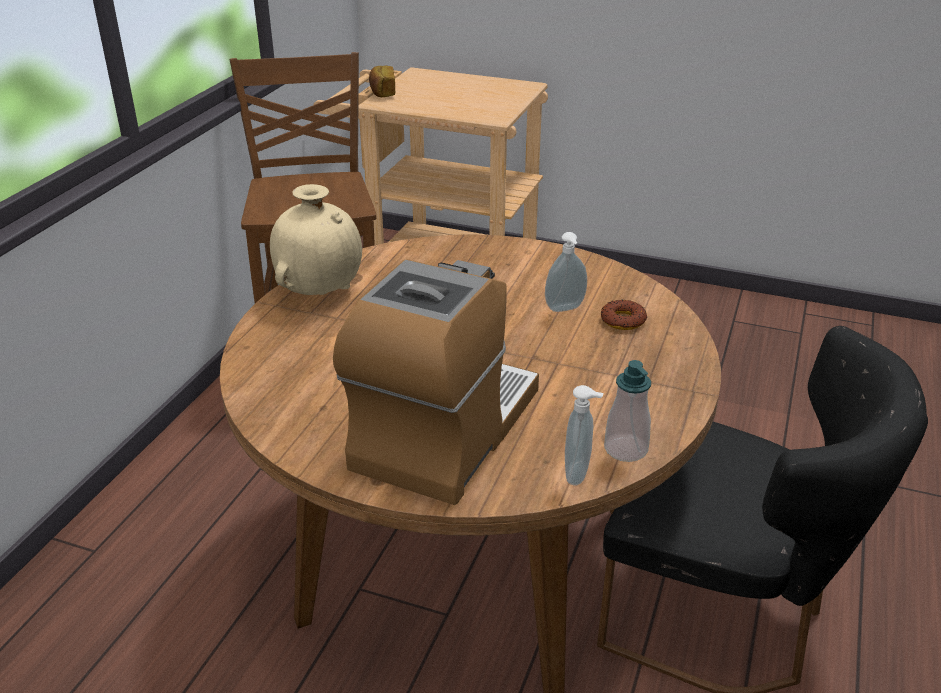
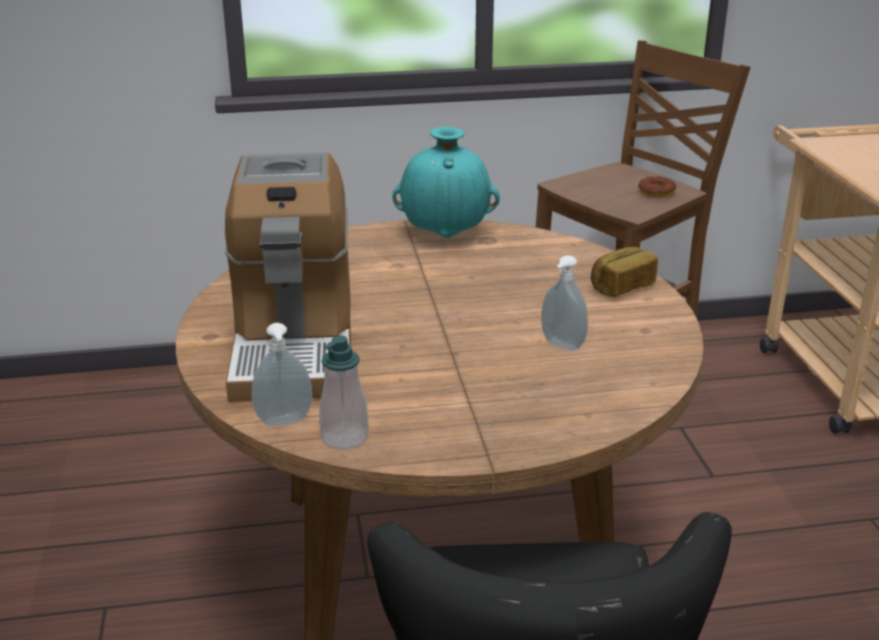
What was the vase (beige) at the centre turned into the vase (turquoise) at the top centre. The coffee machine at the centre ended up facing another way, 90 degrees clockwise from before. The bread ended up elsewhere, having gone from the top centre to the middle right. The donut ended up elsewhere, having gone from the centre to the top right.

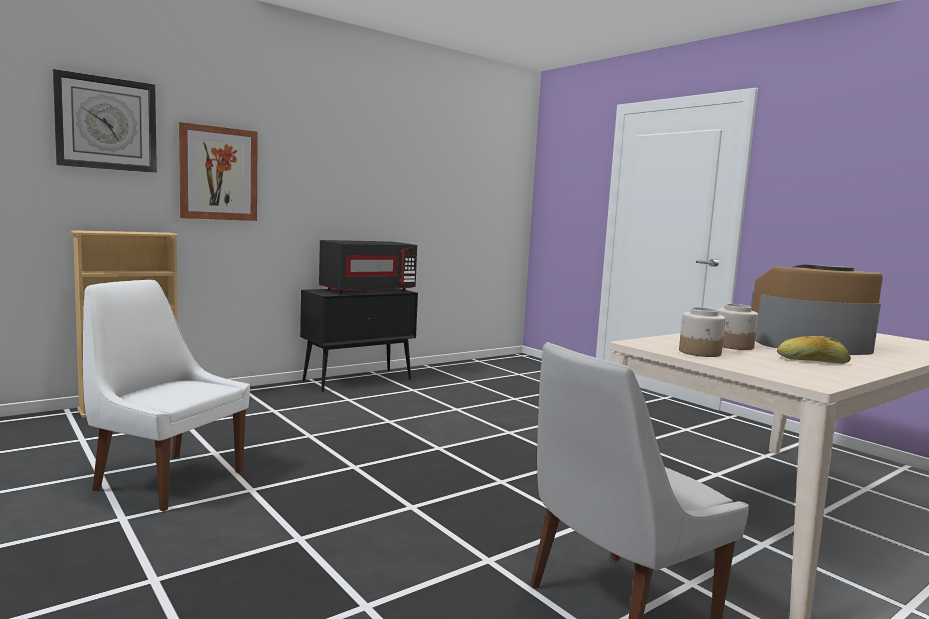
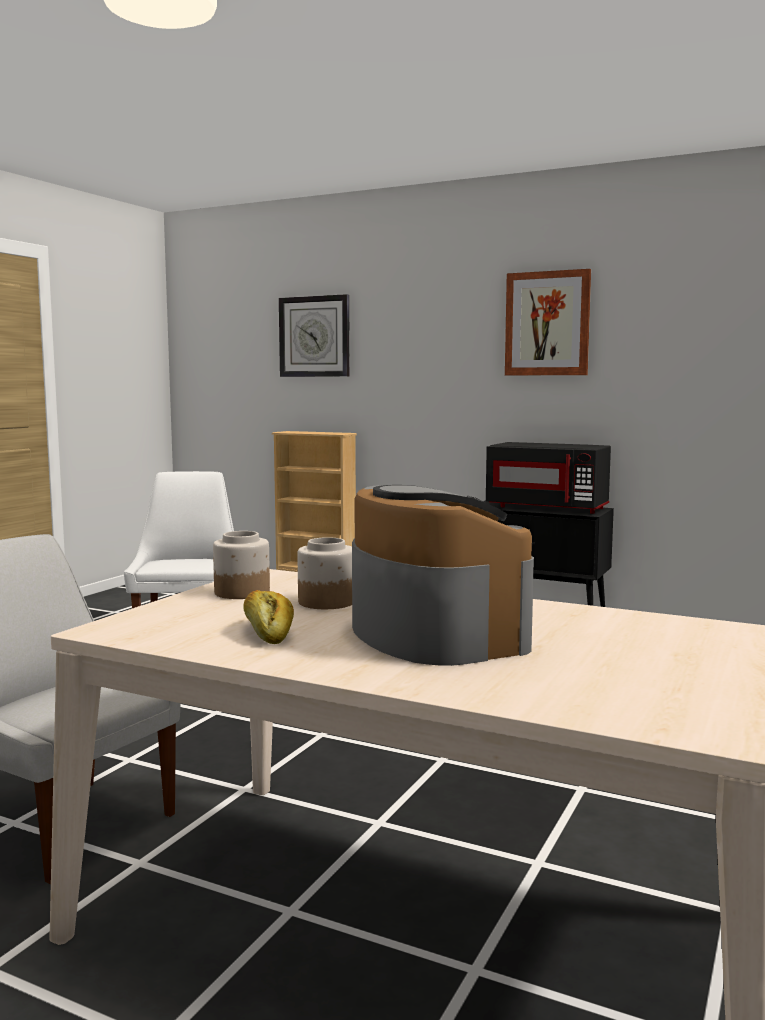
The picture ended up elsewhere, having gone from the top left to the top right.

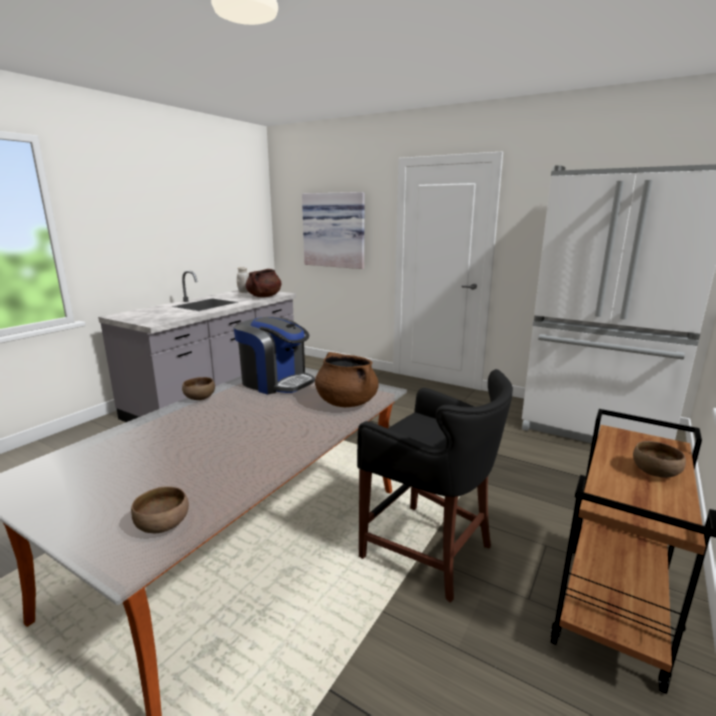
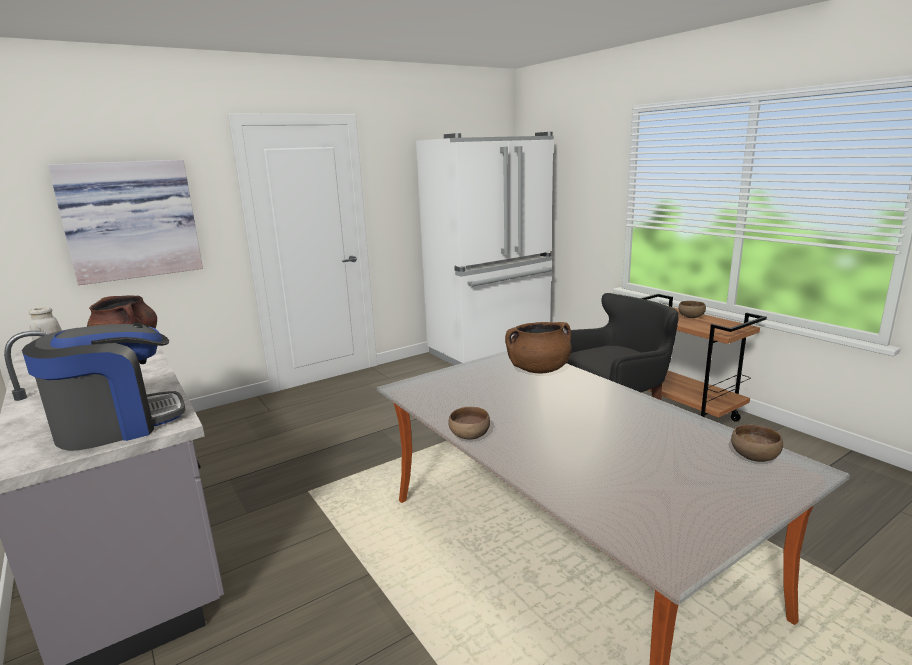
The coffee machine ended up elsewhere, having gone from the centre to the middle left.

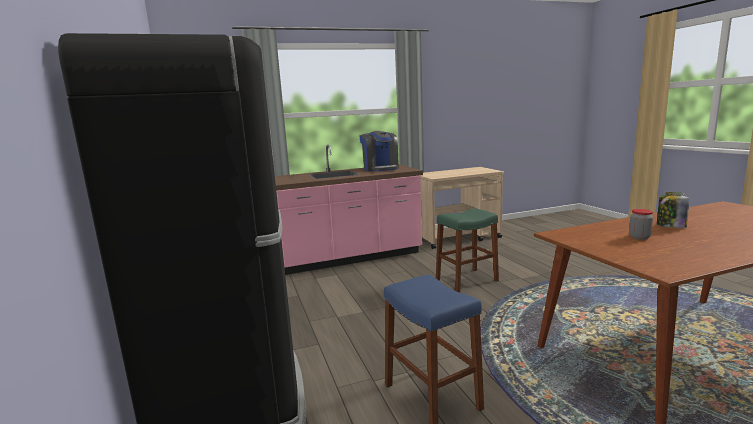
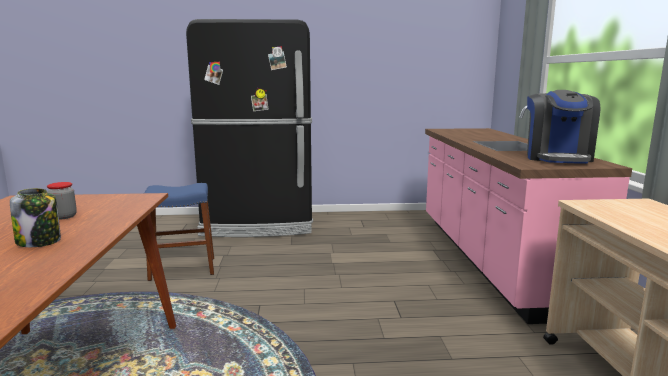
The coffee machine at the centre ended up facing another way, 75 degrees counterclockwise from before. The second view lost the stool (green) at the centre.

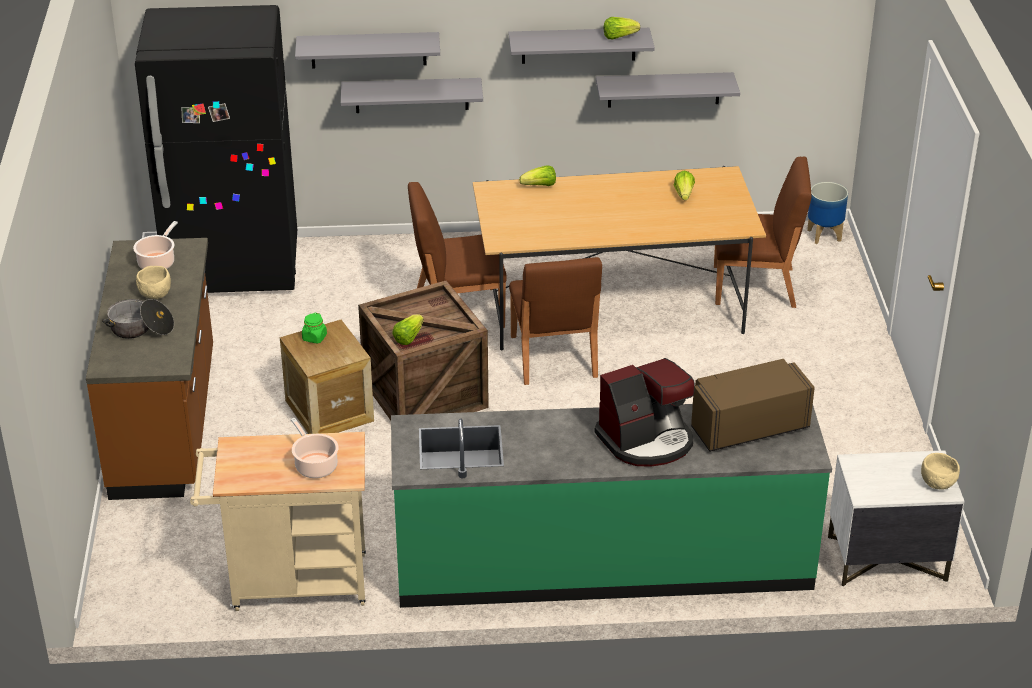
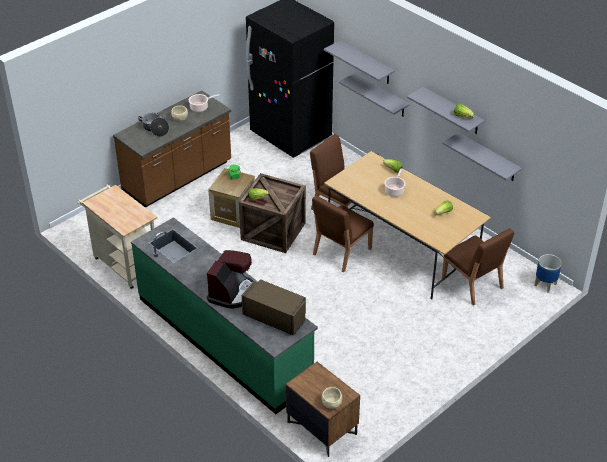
The cooking pot (no. 3 from left) ended up elsewhere, having gone from the middle left to the centre. The coffee machine at the centre ended up facing another way, 90 degrees counterclockwise from before. What was the nightstand (white) at the bottom right turned into the nightstand (brown) at the bottom centre.

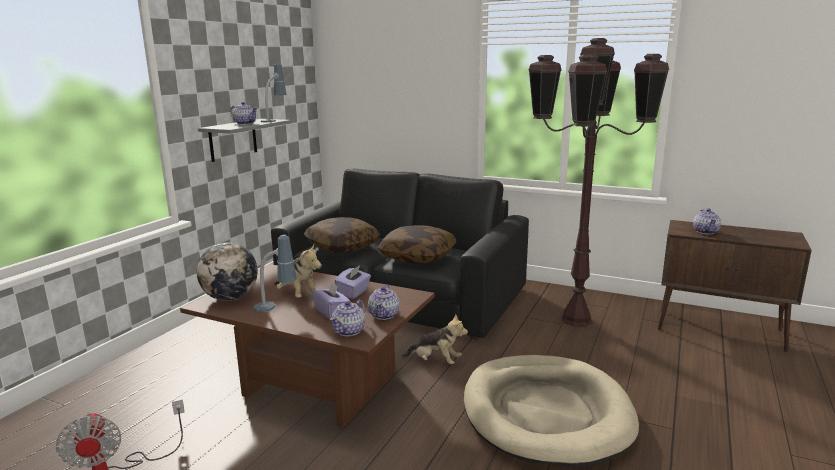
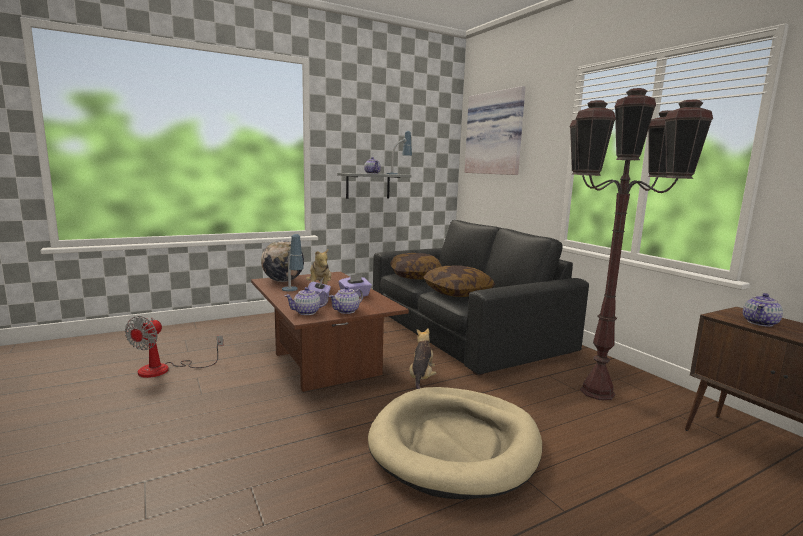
The plush toy (no. 2 from left) at the bottom centre ended up facing another way, 135 degrees counterclockwise from before. The second view gained the picture at the top centre.

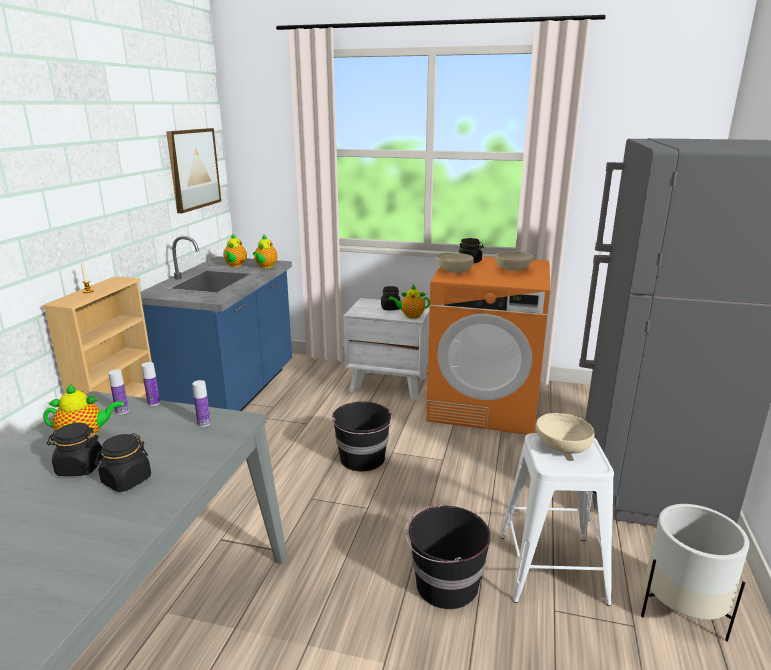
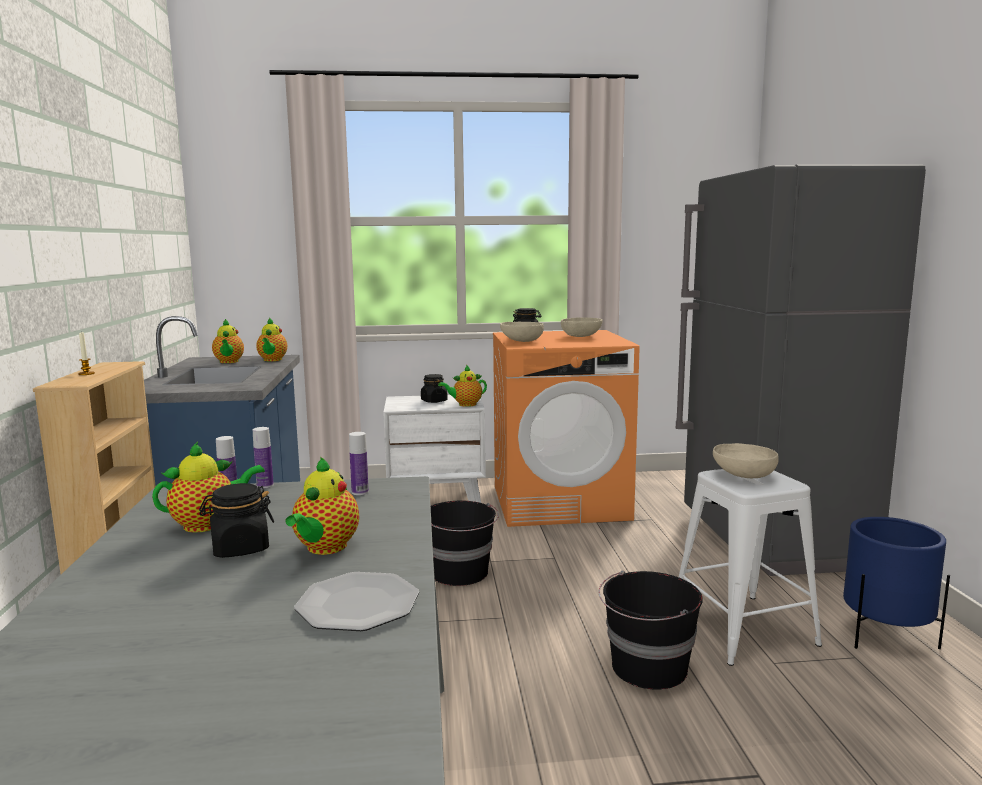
Where the jar (black) (no. 2 from left) stood at the bottom left, the teapot (no. 4 from left) came to stand at the middle left. The second view lost the picture at the top left. What was the planter (white) at the bottom right turned into the planter (blue) at the bottom right. The second view gained the plate at the bottom centre.

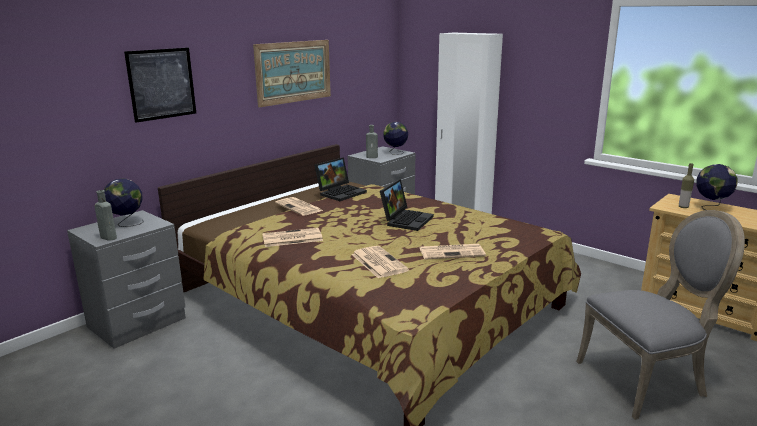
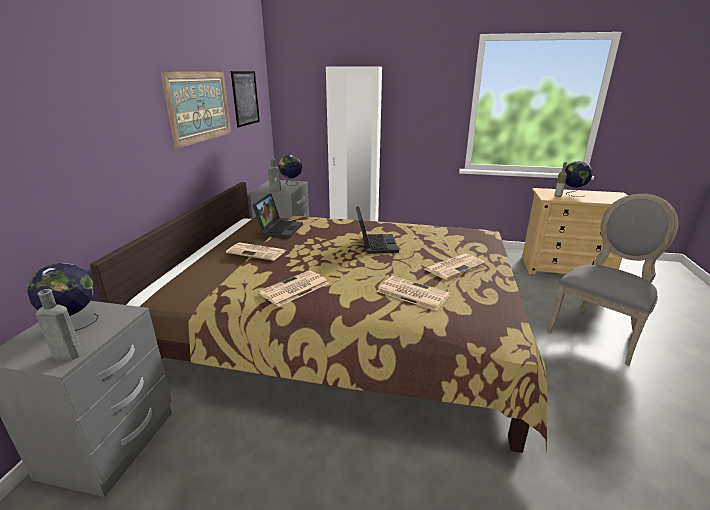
The picture (no. 1 from left in the first image) ended up elsewhere, having gone from the top left to the top centre.

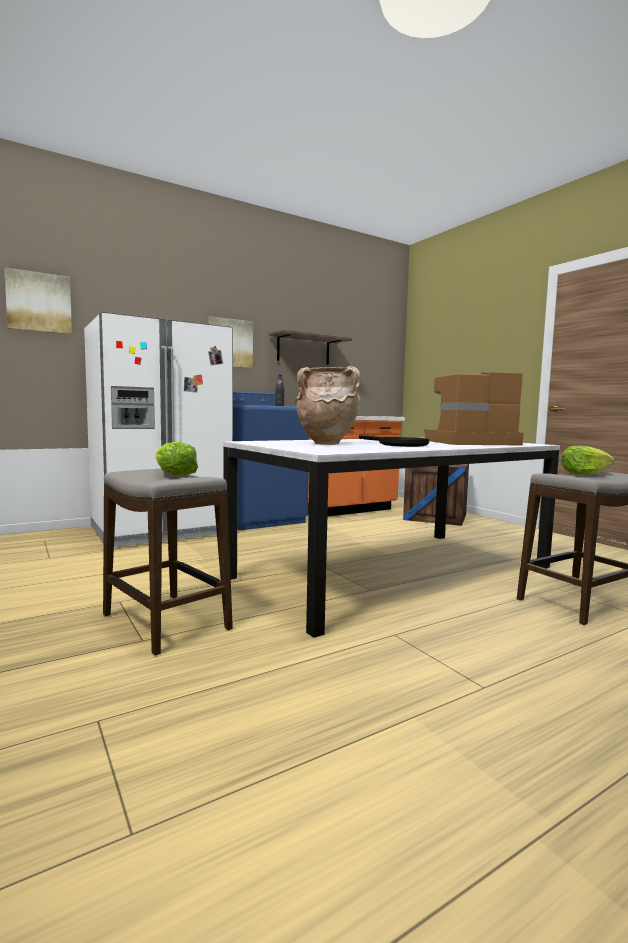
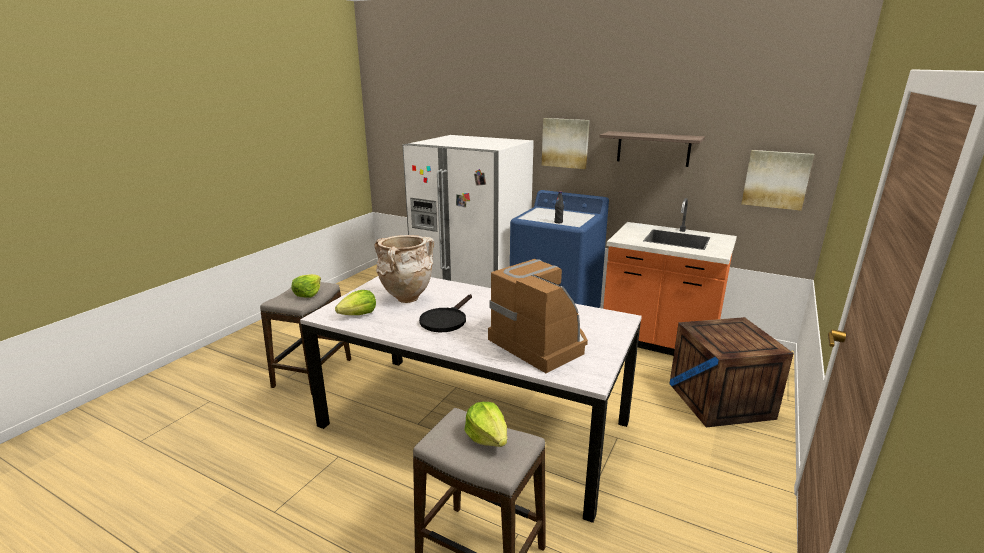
The picture (no. 1 from left in the first image) ended up elsewhere, having gone from the top left to the top right. The second view gained the lettuce (no. 2 from left) at the centre.

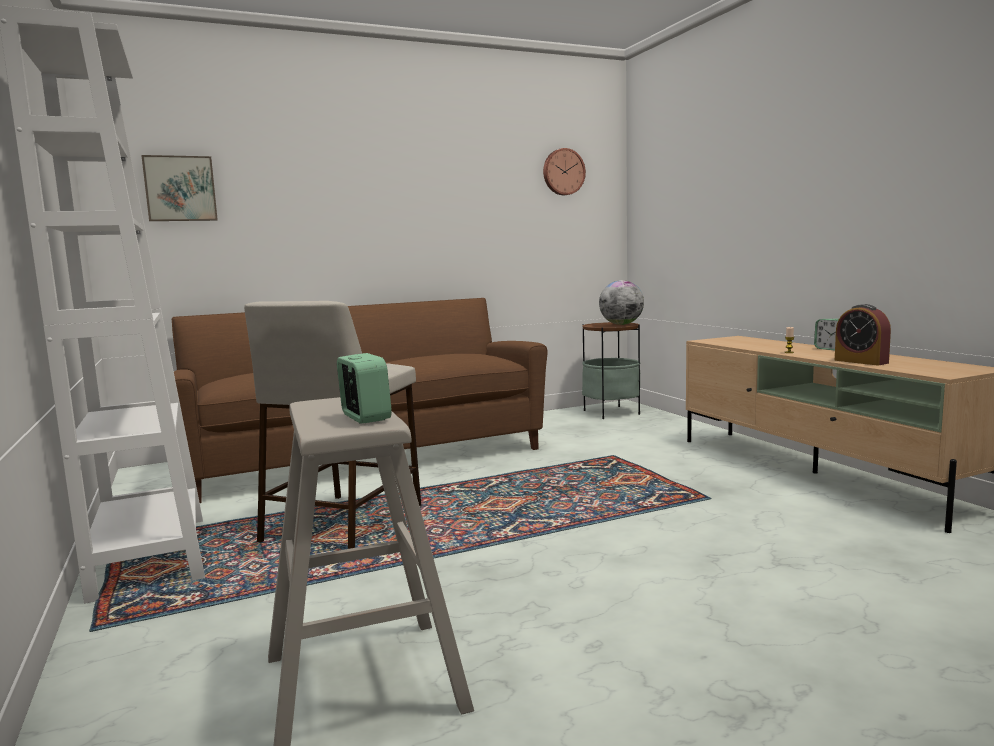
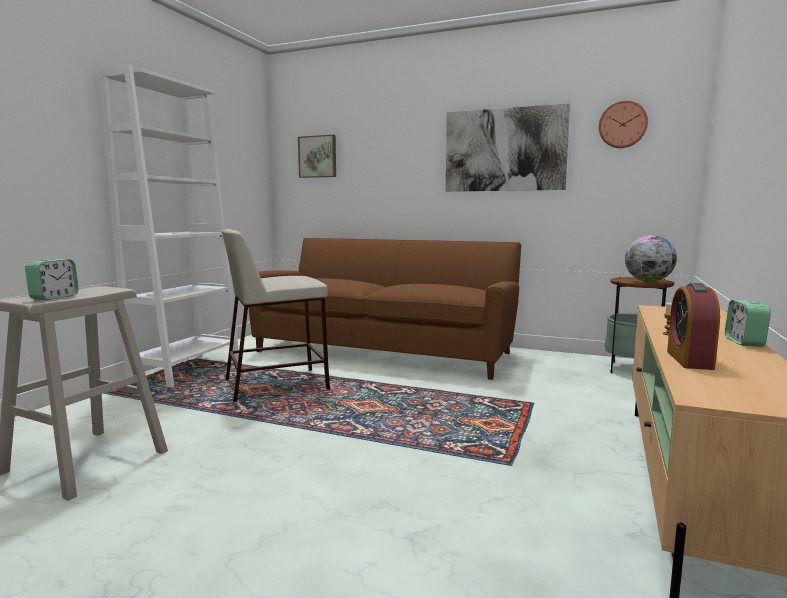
The second view gained the picture (no. 2 from left) at the top centre.

